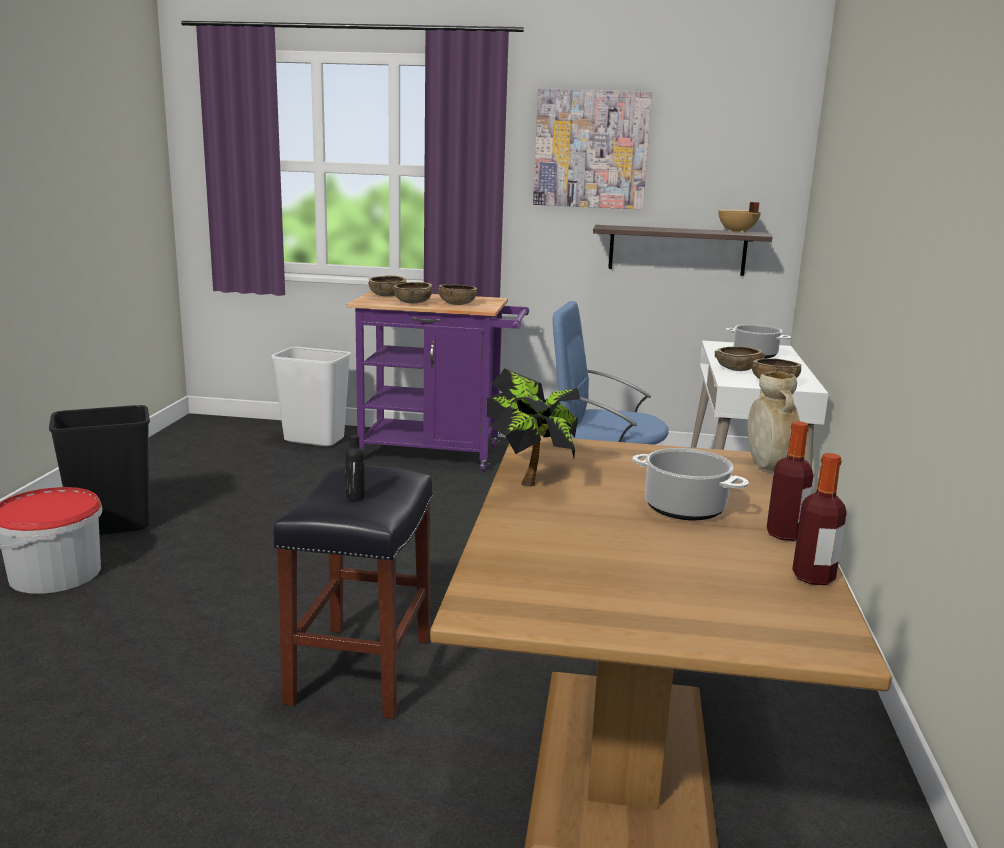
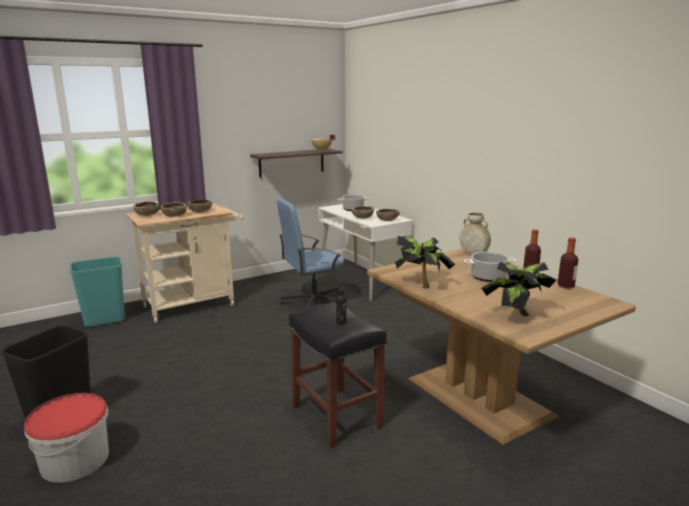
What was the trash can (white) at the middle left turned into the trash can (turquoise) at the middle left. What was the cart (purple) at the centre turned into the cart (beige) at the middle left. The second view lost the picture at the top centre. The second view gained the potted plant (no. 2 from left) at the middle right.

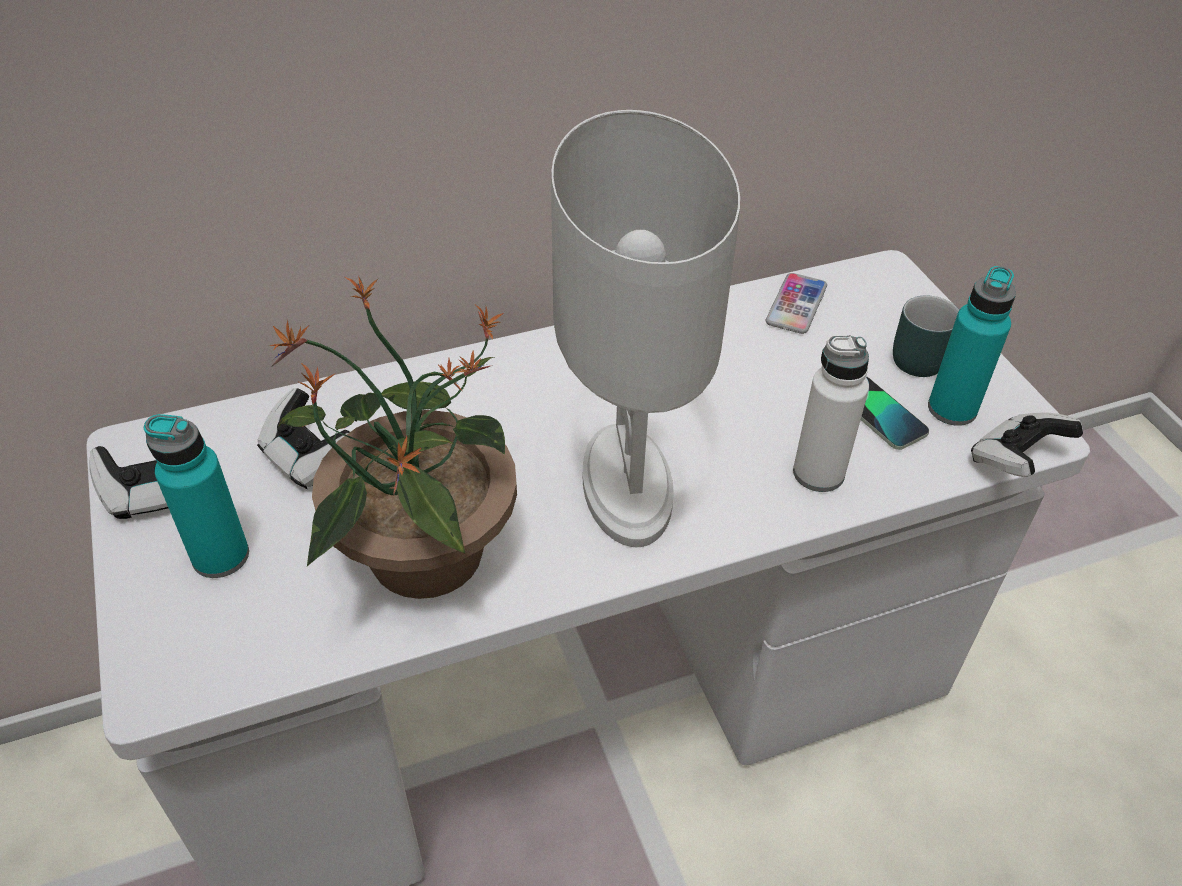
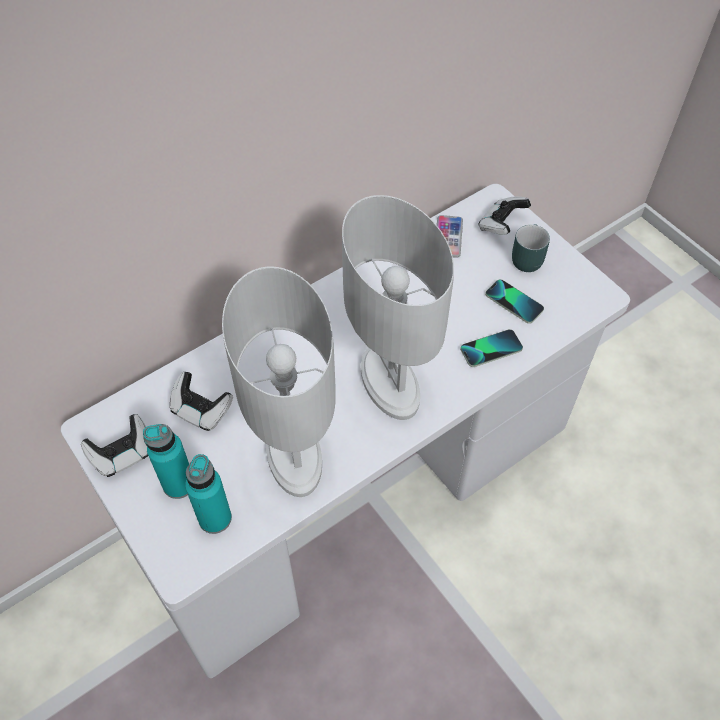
Where the potted plant stood at the middle left, the table lamp (white) (no. 1 from left) came to stand at the centre. Where the bottle (white) stood at the middle right, the phone (no. 2 from left) came to stand at the middle right. The bottle (turquoise) (no. 2 from left) ended up elsewhere, having gone from the middle right to the bottom left. The game controller (no. 3 from left) ended up elsewhere, having gone from the middle right to the top right.

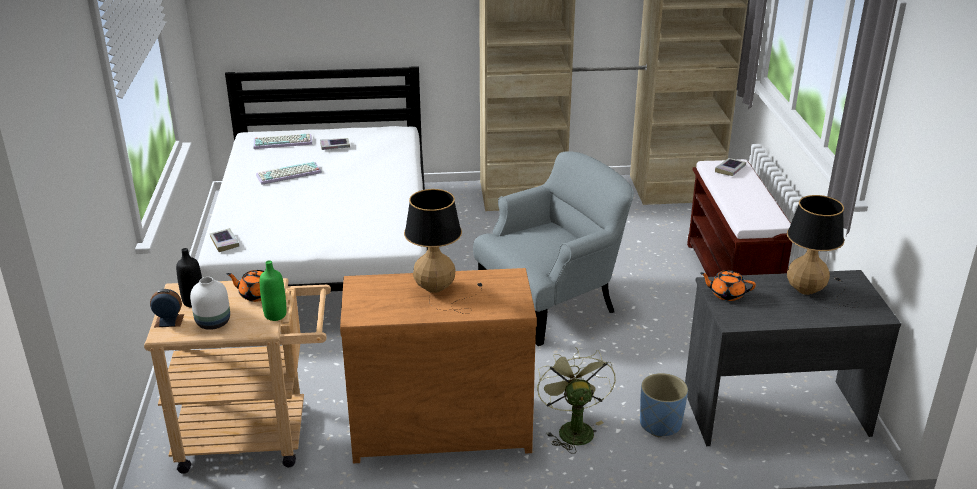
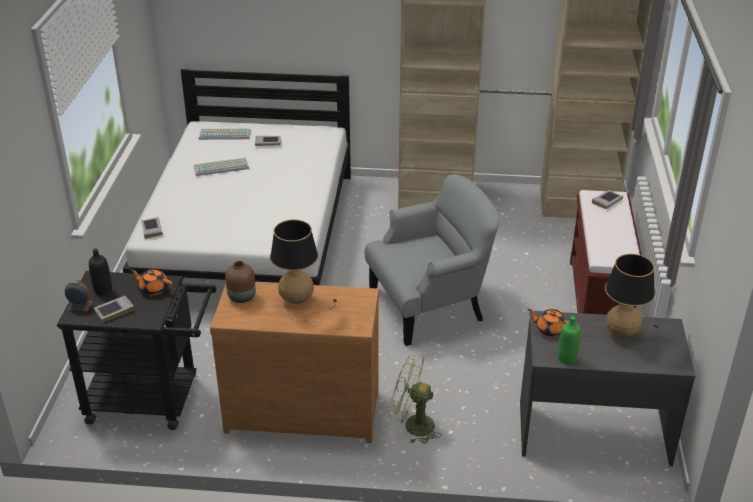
What was the cart (beige) at the bottom left turned into the cart (black) at the bottom left. Where the vase (white) stood at the middle left, the book (no. 1 from left) came to stand at the middle left. The bottle (green) ended up elsewhere, having gone from the middle left to the bottom right. The fan (green) at the bottom centre ended up facing another way, 75 degrees counterclockwise from before. The second view lost the planter (blue) at the bottom right. The second view gained the vase (brown) at the middle left.

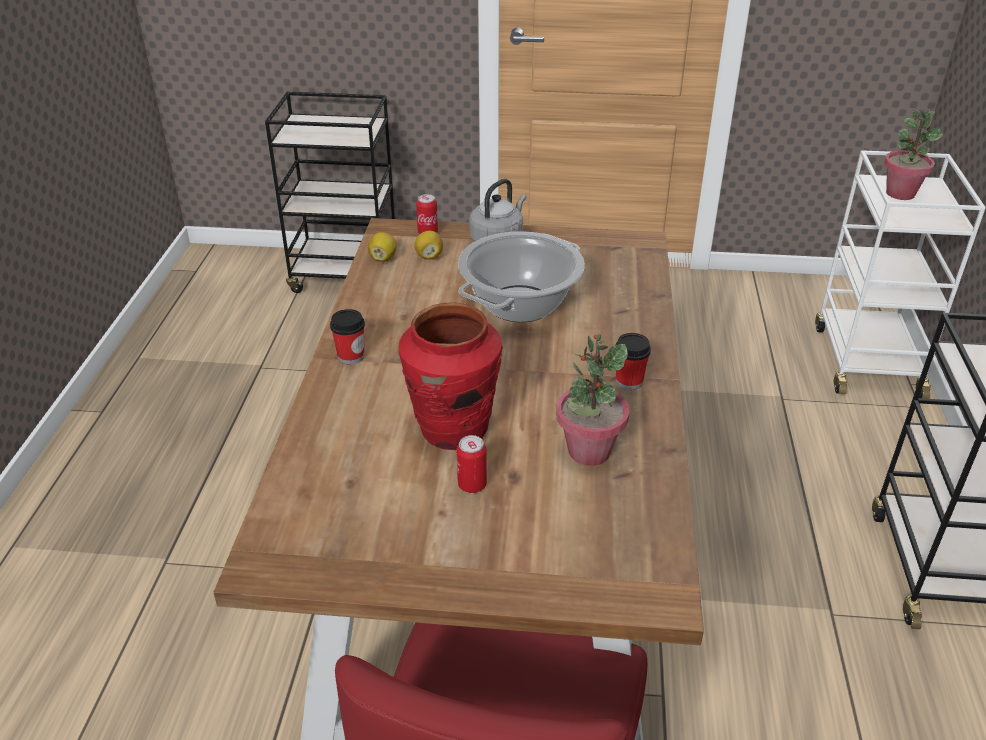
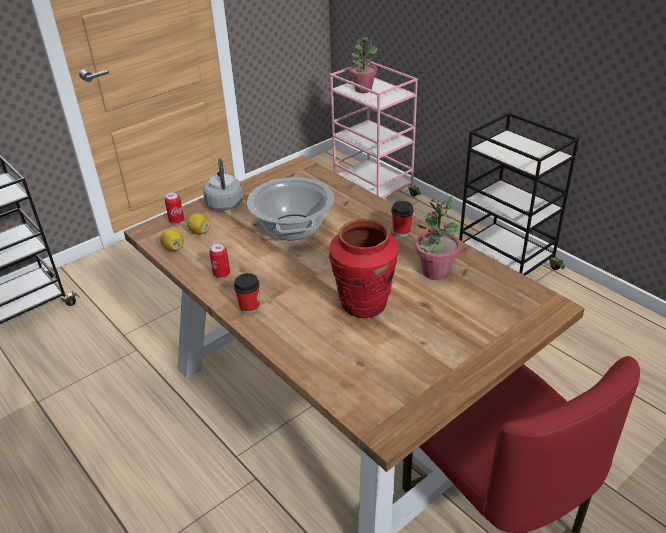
The can (no. 2 from left) ended up elsewhere, having gone from the centre to the middle left. What was the cart (white) at the middle right turned into the cart (pink) at the top centre.

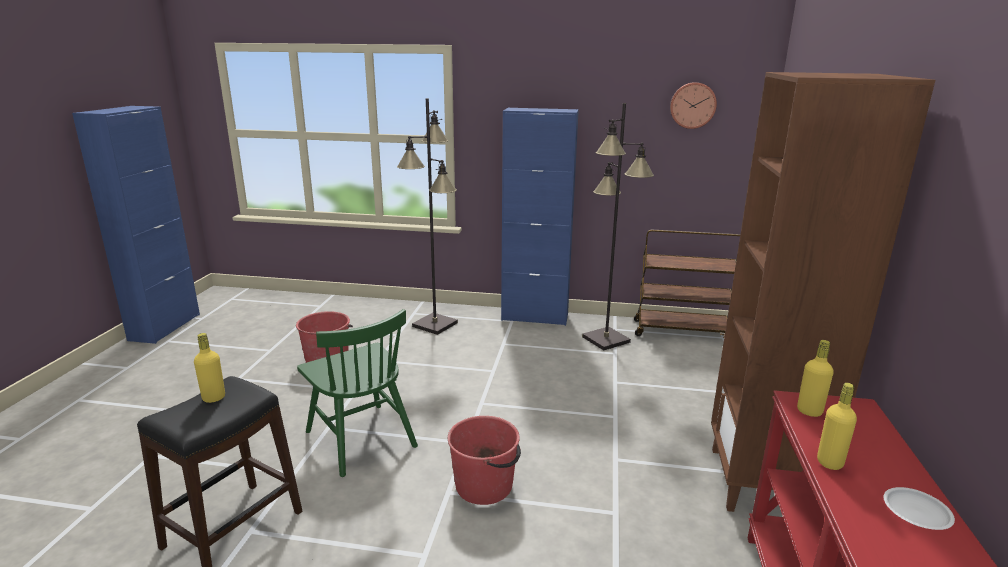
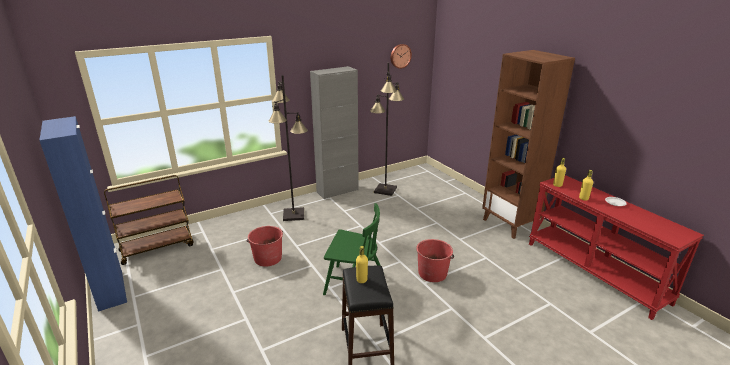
What was the cabinet (blue) (no. 2 from left) at the centre turned into the cabinet (grey) at the centre. The cart (brown) ended up elsewhere, having gone from the middle right to the middle left.

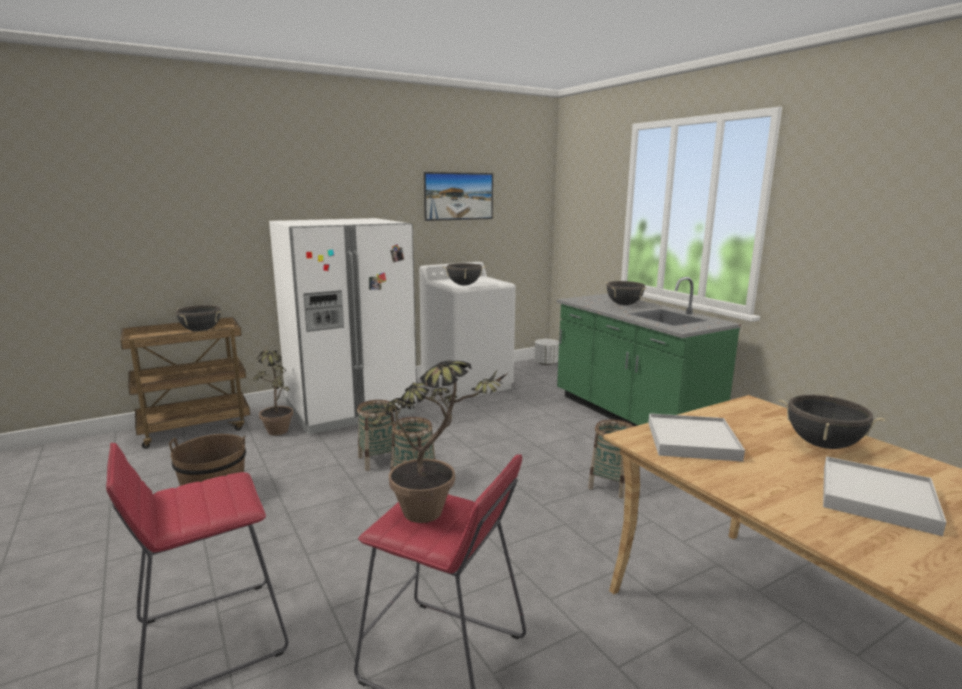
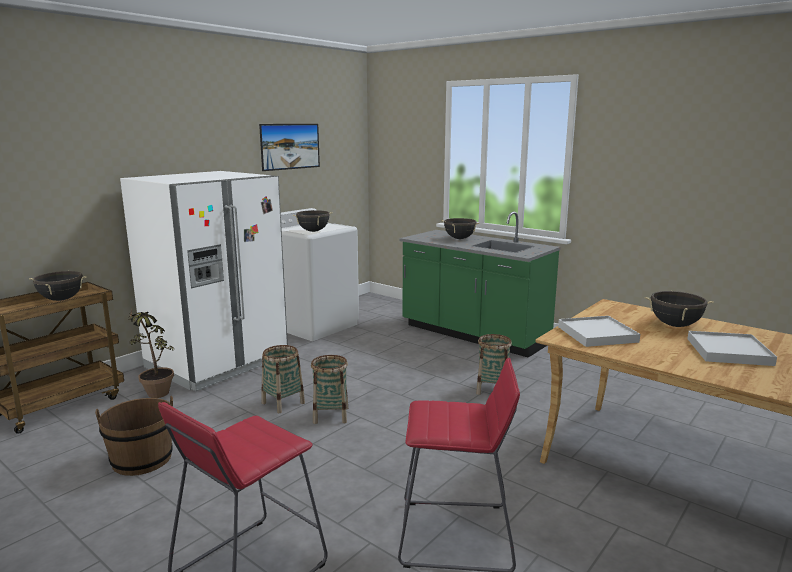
The second view lost the potted plant (no. 2 from left) at the centre. The second view lost the planter (white) at the centre.

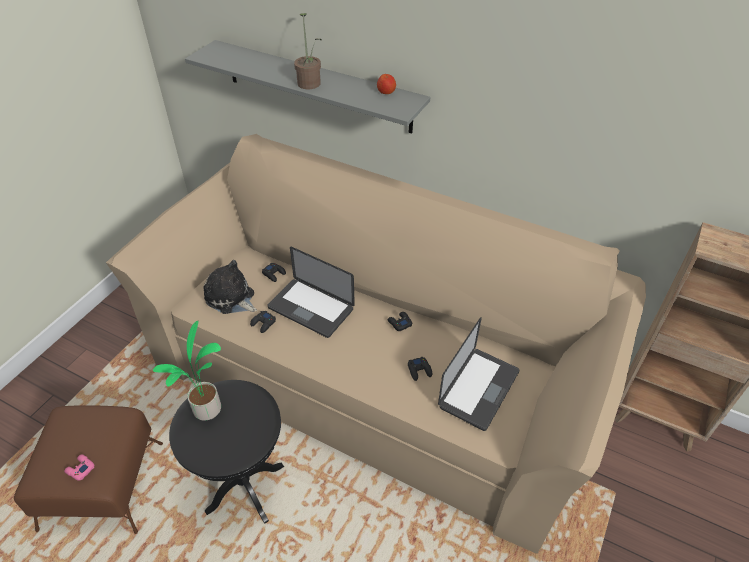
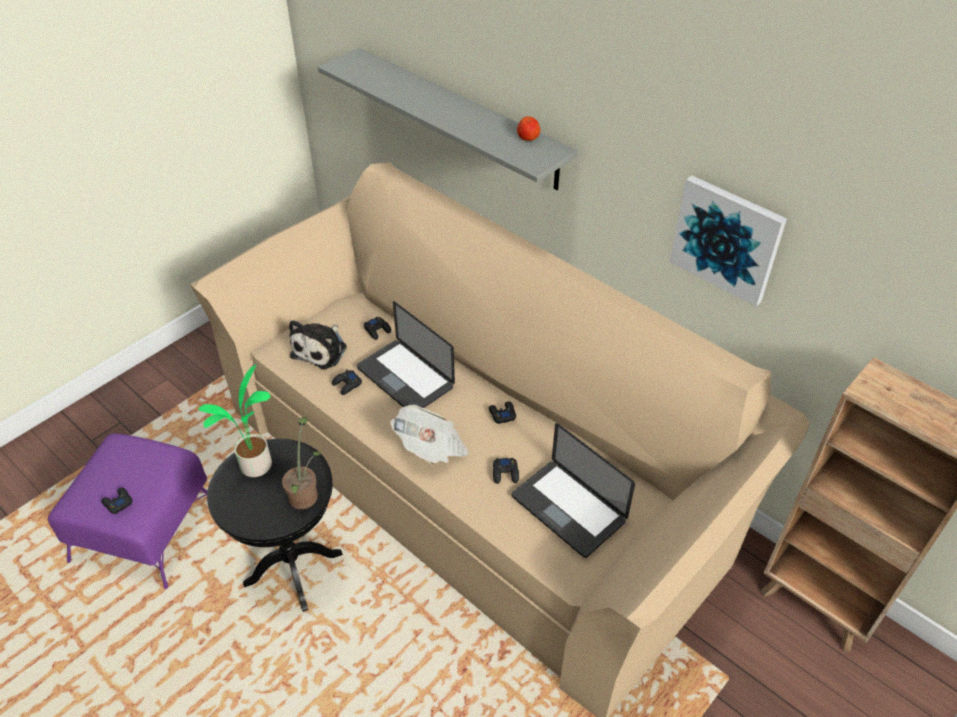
What was the ottoman (brown) at the bottom left turned into the ottoman (purple) at the bottom left. What was the game controller (pink) at the bottom left turned into the game controller (black) (no. 1 from left) at the bottom left. The plush toy at the middle left ended up facing another way, 120 degrees counterclockwise from before. The potted plant (no. 2 from left) ended up elsewhere, having gone from the top centre to the middle left. The laptop (no. 2 from left) at the centre ended up facing another way, 90 degrees clockwise from before. The second view gained the newspaper at the centre. The second view gained the picture at the middle right.

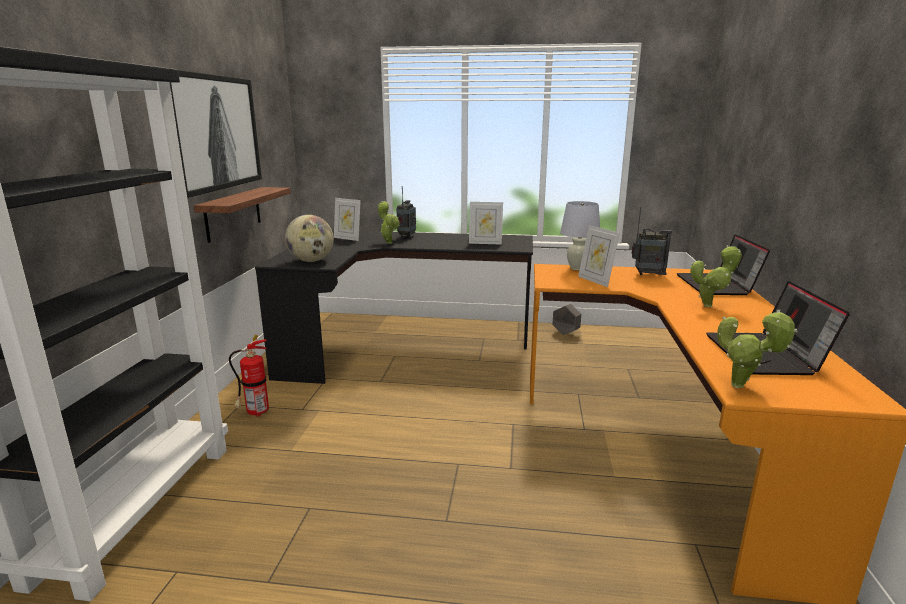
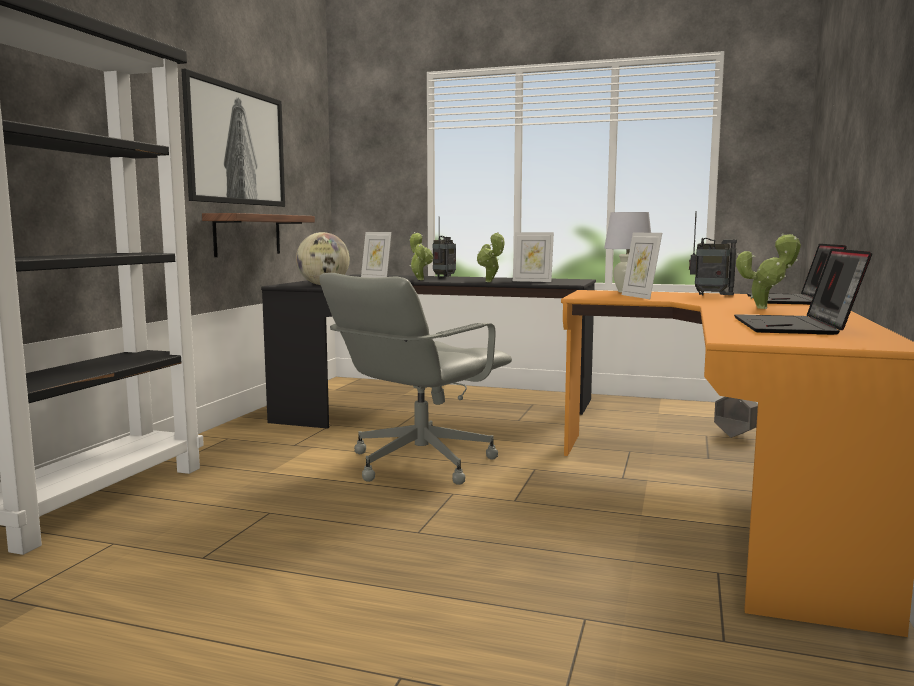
The second view lost the fire extinguisher at the middle left. The planter (grey) ended up elsewhere, having gone from the centre to the middle right. The potted plant (no. 3 from left in the first image) ended up elsewhere, having gone from the middle right to the centre. The second view gained the office chair (grey) at the centre.

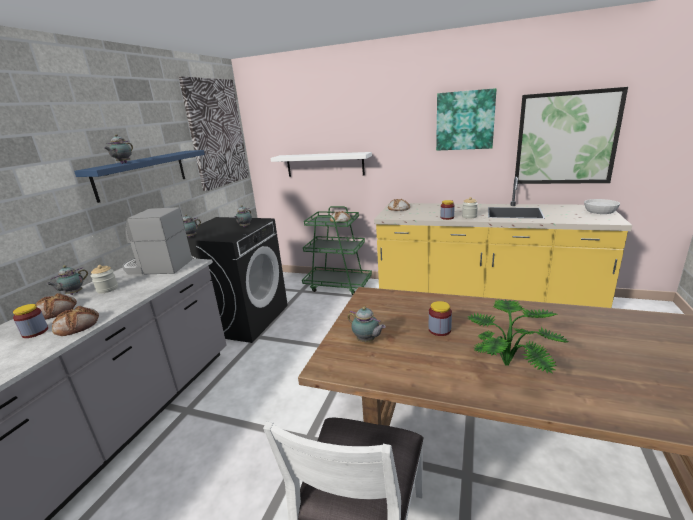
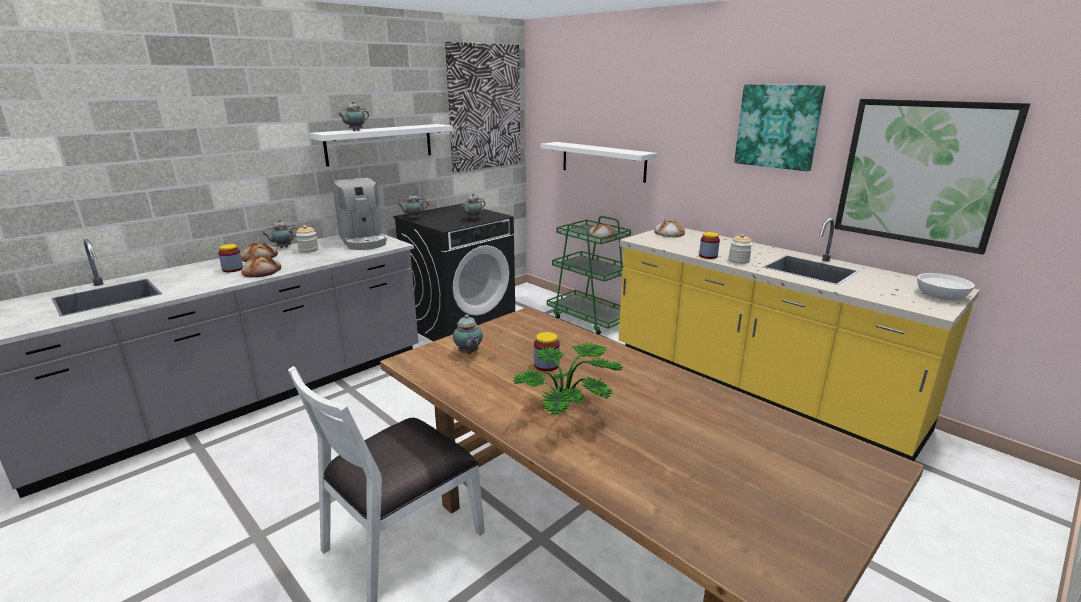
What was the shelf (blue) at the middle left turned into the shelf (white) (no. 1 from left) at the top centre. The coffee machine at the middle left ended up facing another way, 150 degrees counterclockwise from before.

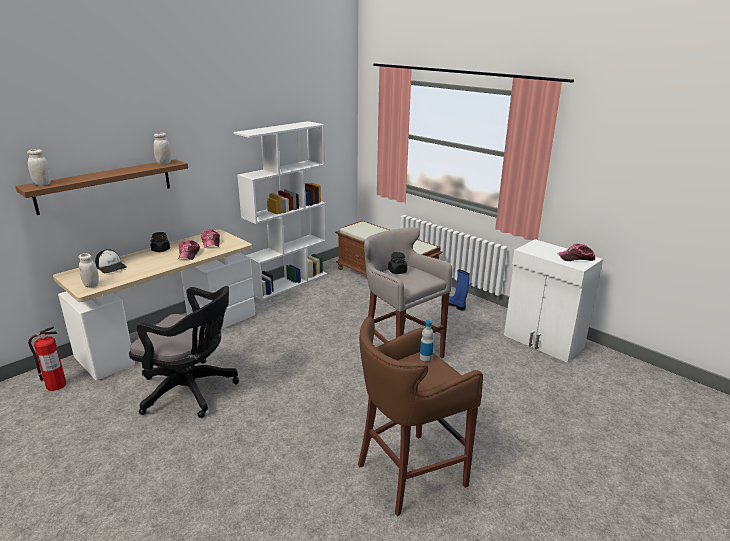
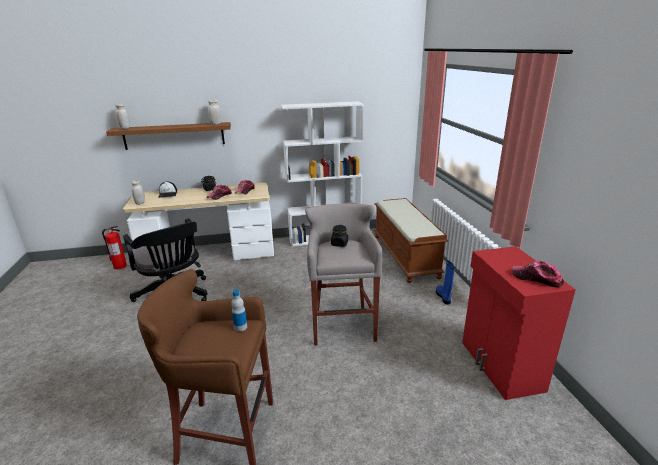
What was the cabinet (white) at the middle right turned into the cabinet (red) at the bottom right.

